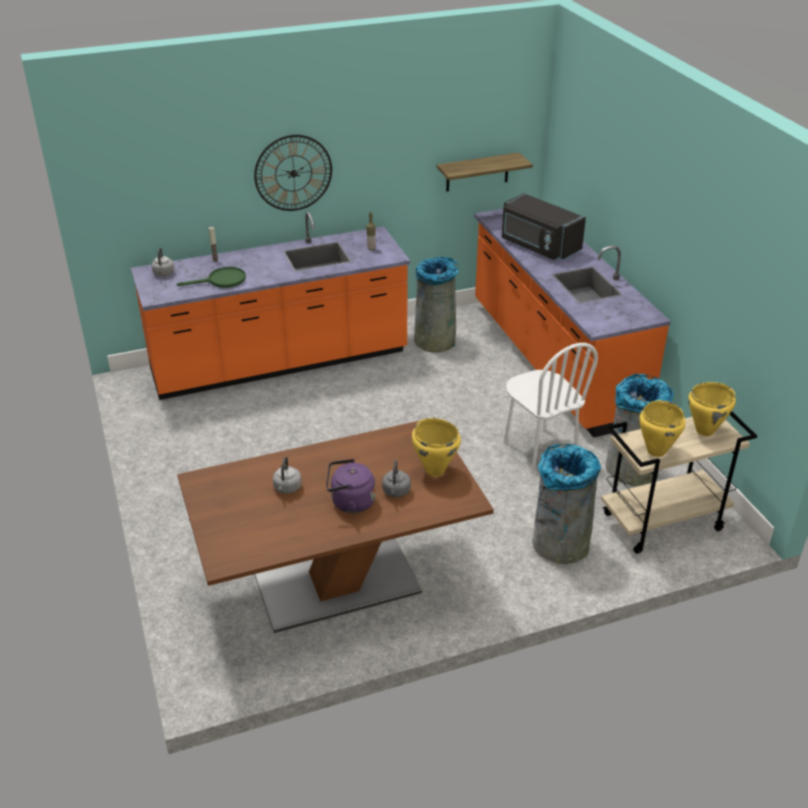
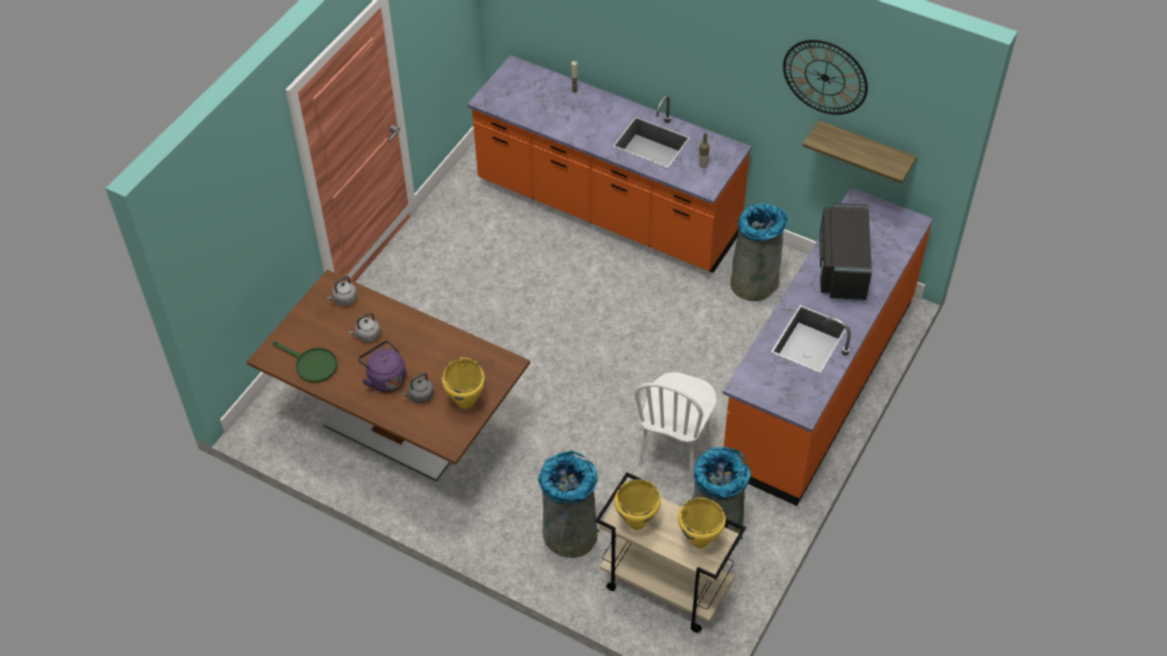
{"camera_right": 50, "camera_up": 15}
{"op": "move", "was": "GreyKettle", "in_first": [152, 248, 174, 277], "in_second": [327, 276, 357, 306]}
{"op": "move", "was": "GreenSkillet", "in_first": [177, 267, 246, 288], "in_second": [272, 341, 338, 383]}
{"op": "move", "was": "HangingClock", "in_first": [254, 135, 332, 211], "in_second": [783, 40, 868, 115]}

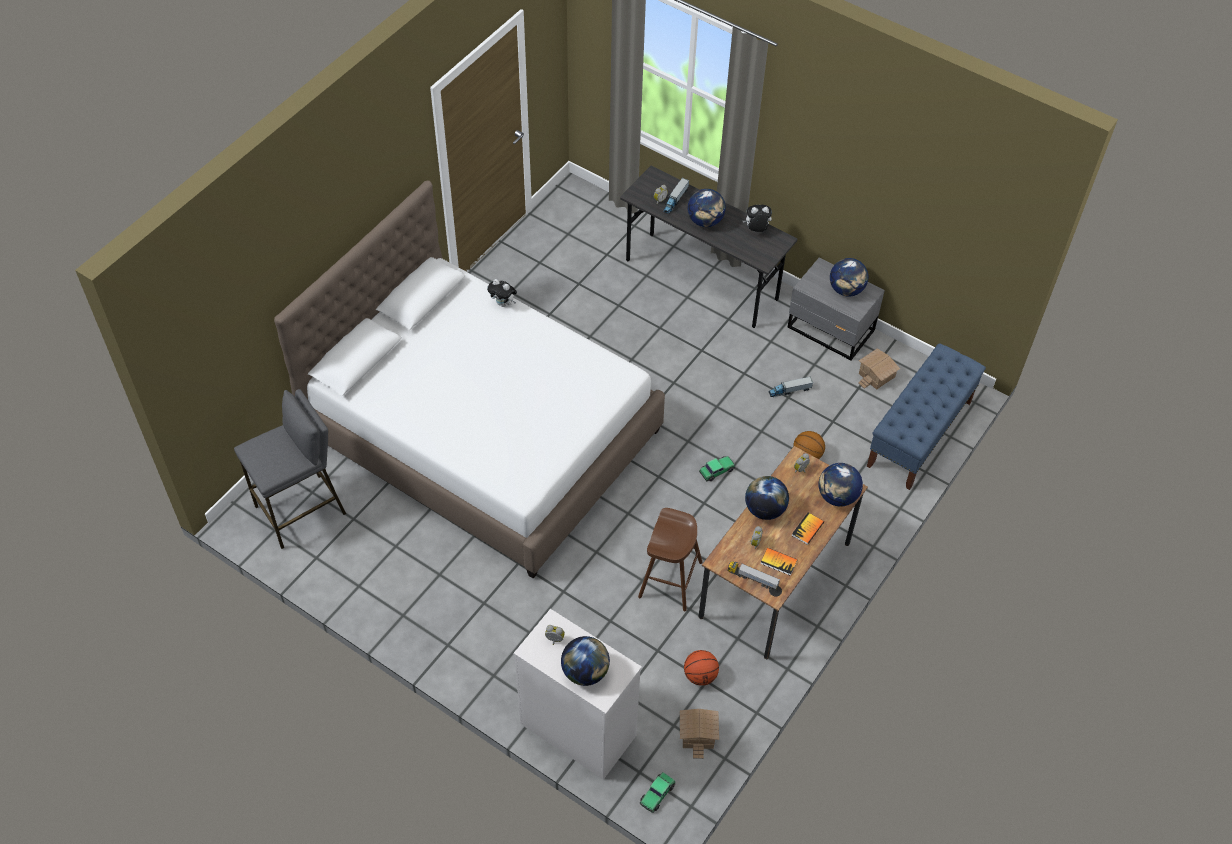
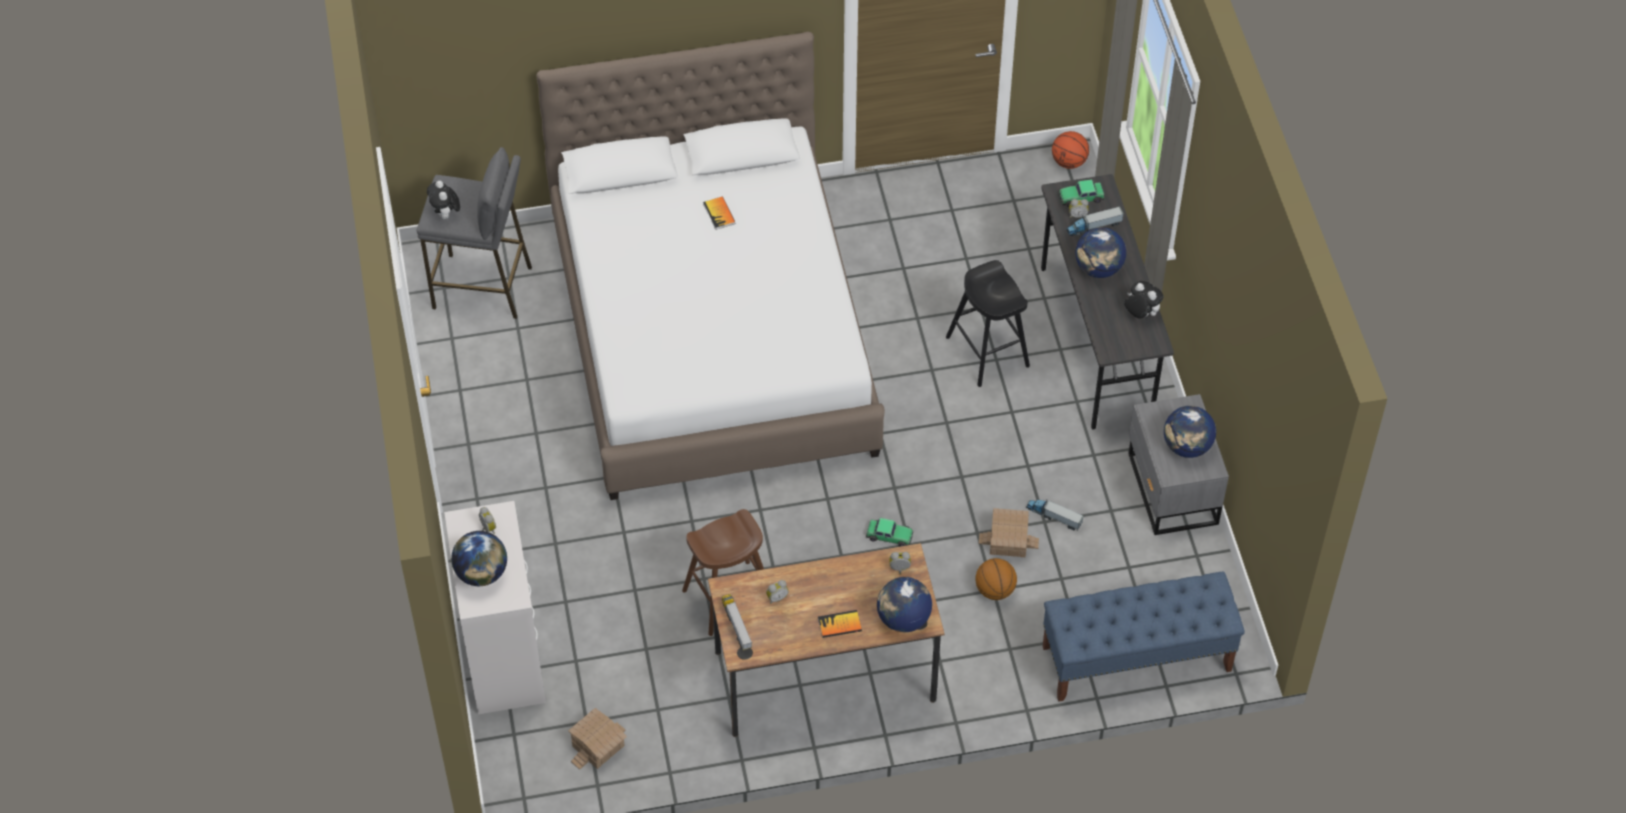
{"camera_right": 45, "camera_up": 0}
{"op": "delete", "was": "Globe", "in_first": [745, 476, 789, 520]}
{"op": "insert", "now": "BlackSittingStool", "in_second": [946, 260, 1030, 387]}
{"op": "move", "was": "CuddlyToy", "in_first": [487, 279, 517, 307], "in_second": [427, 181, 460, 219]}
{"op": "move", "was": "MiniatureCar", "in_first": [640, 772, 676, 813], "in_second": [1059, 179, 1105, 207]}
{"op": "move", "was": "BallForBasketball", "in_first": [684, 650, 719, 686], "in_second": [1052, 131, 1089, 169]}
{"op": "move", "was": "Volume", "in_first": [760, 548, 798, 576], "in_second": [703, 196, 736, 230]}
{"op": "move", "was": "MiniatureHouse", "in_first": [858, 348, 900, 390], "in_second": [979, 508, 1039, 557]}

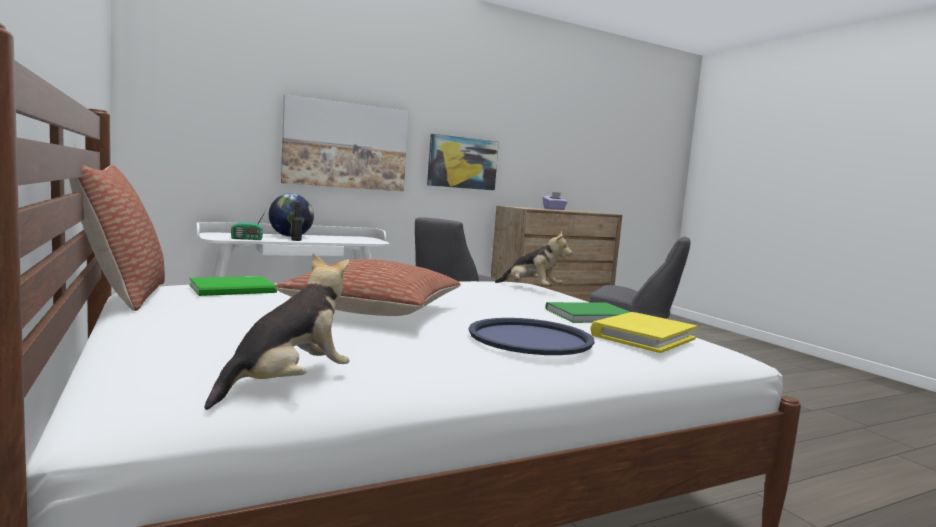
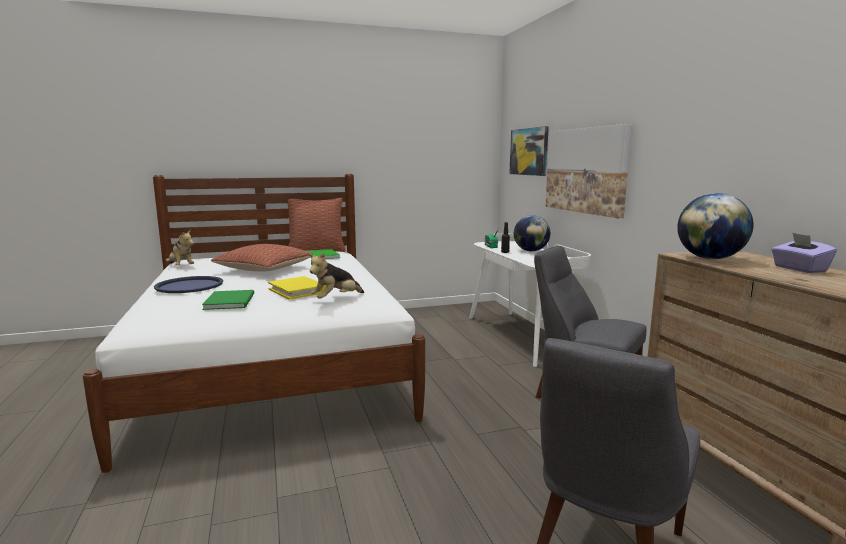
{"camera_right": 100, "camera_up": 5}
{"op": "insert", "now": "Globe", "in_second": [677, 193, 754, 259]}
{"op": "move", "was": "WallArt", "in_first": [427, 134, 499, 191], "in_second": [509, 126, 549, 176]}
{"op": "move", "was": "YellowishVolume", "in_first": [590, 312, 697, 353], "in_second": [268, 276, 326, 300]}

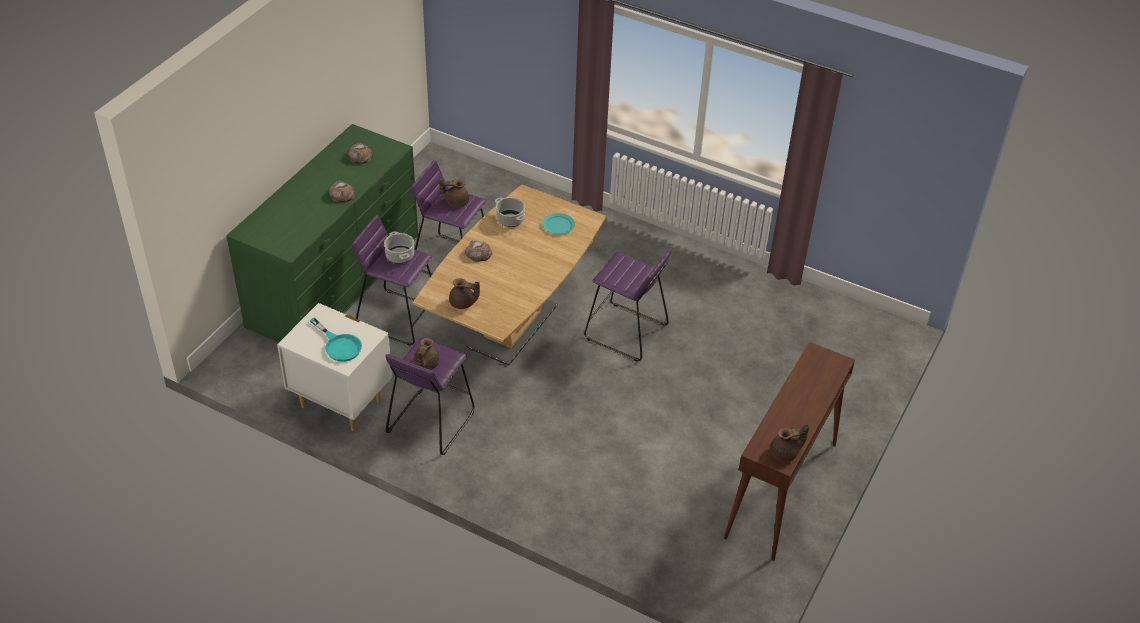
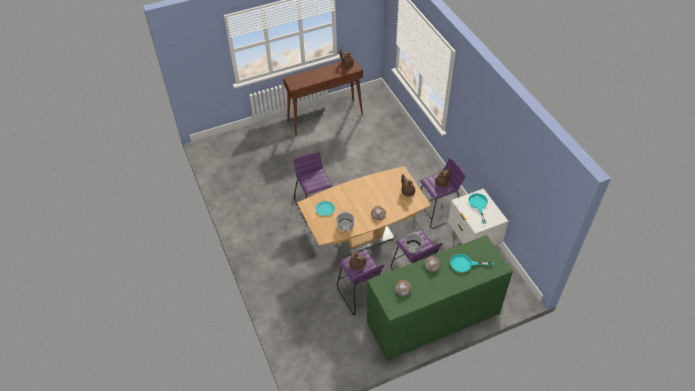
{"camera_right": -140, "camera_up": 5}
{"op": "insert", "now": "TurquoiseColouredSkillet", "in_second": [450, 254, 494, 273]}

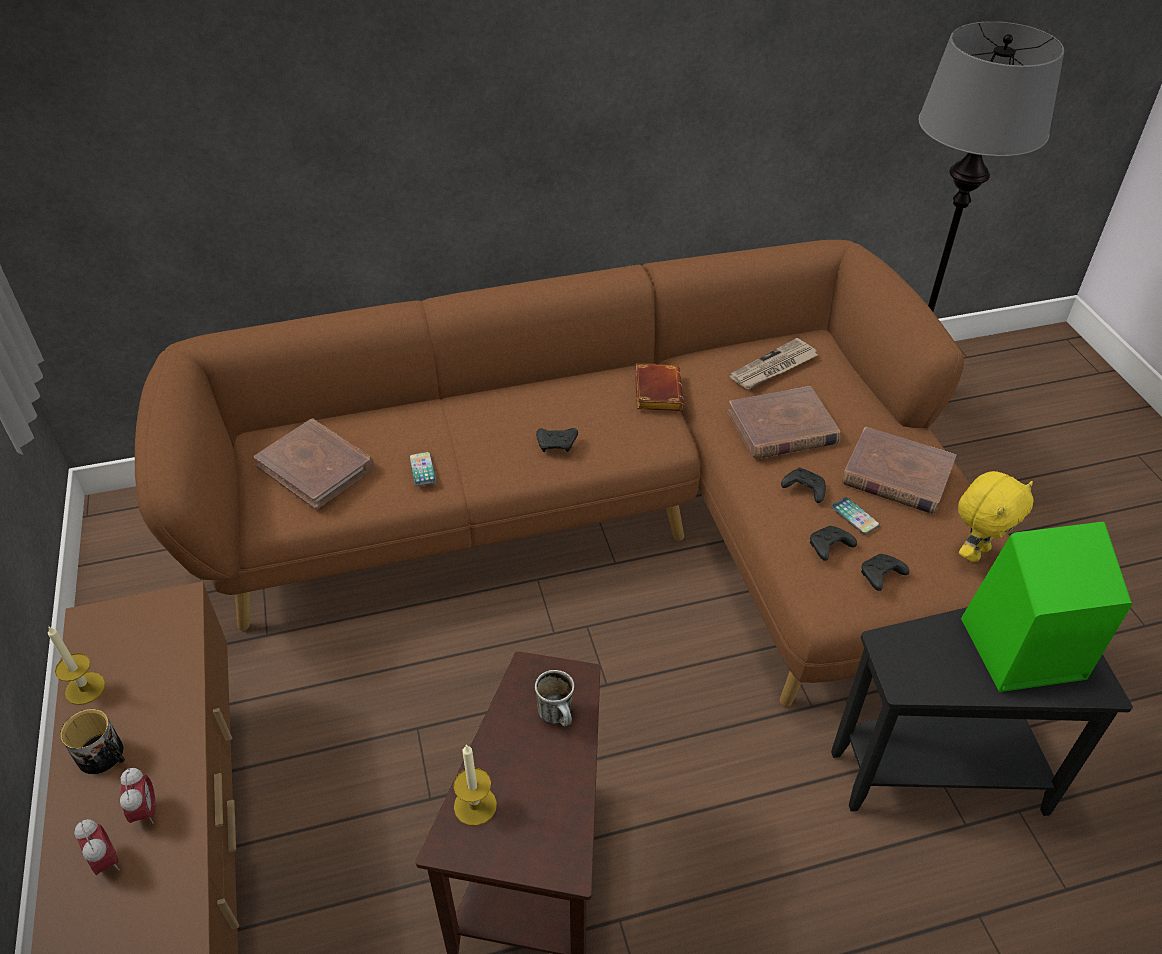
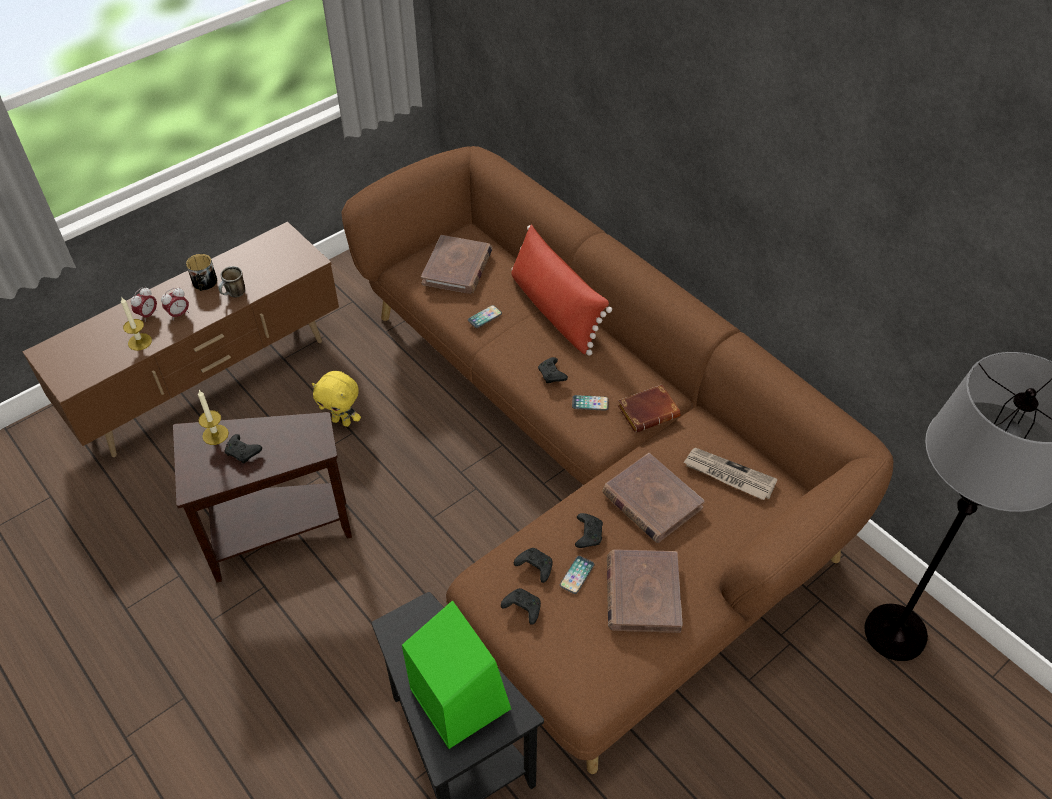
{"camera_right": 65, "camera_up": 5}
{"op": "insert", "now": "BlackJoypad", "in_second": [225, 434, 262, 464]}
{"op": "insert", "now": "RedPillow", "in_second": [511, 225, 612, 356]}
{"op": "insert", "now": "Phone", "in_second": [572, 395, 609, 411]}
{"op": "move", "was": "WaxCandle", "in_first": [48, 627, 105, 705], "in_second": [121, 298, 152, 351]}
{"op": "move", "was": "Mug", "in_first": [535, 670, 574, 727], "in_second": [218, 266, 245, 298]}
{"op": "move", "was": "YellowishCuddlyToy", "in_first": [958, 471, 1034, 562], "in_second": [312, 371, 361, 427]}

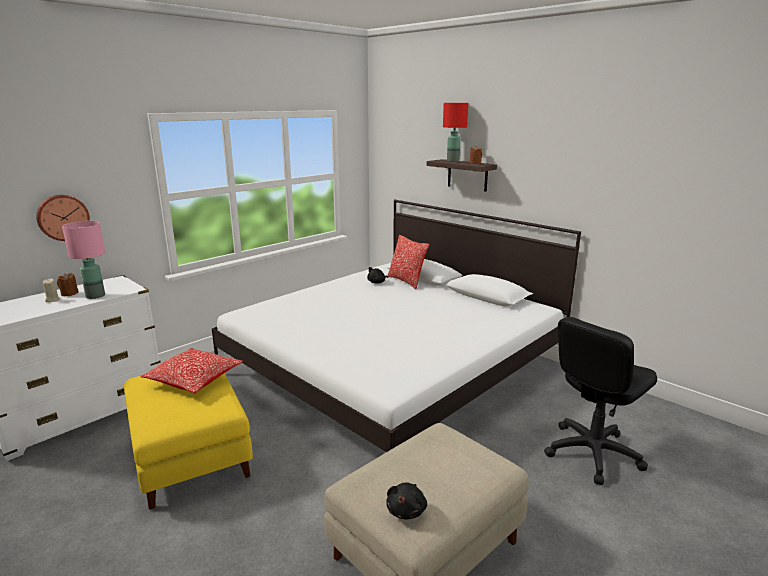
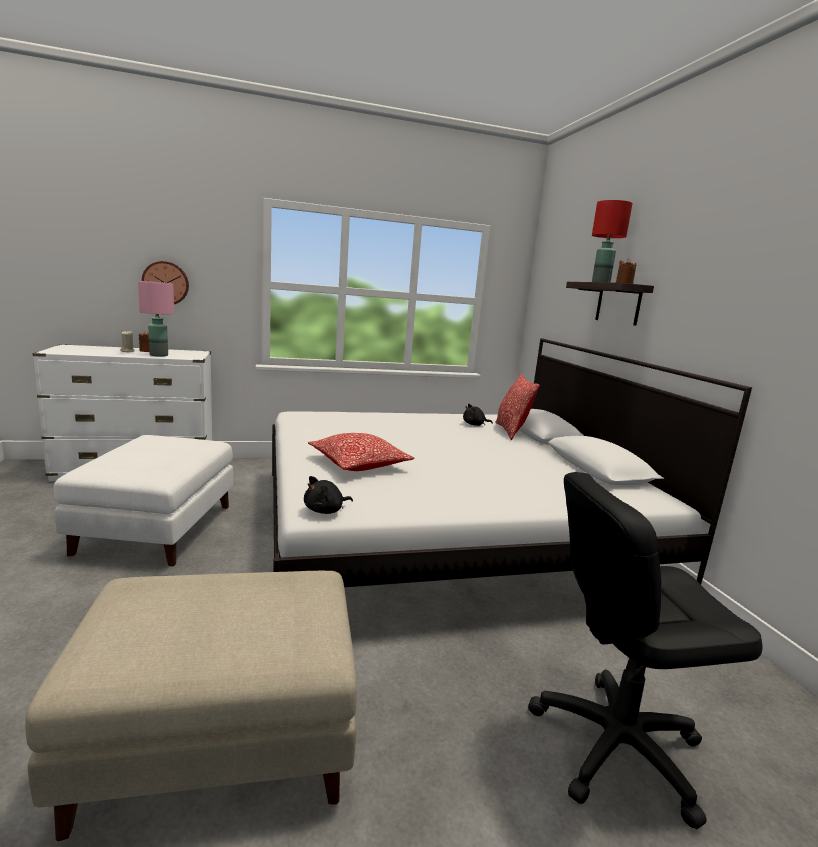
{"camera_right": 30, "camera_up": -5}
{"op": "move", "was": "Pillow", "in_first": [140, 348, 243, 394], "in_second": [308, 433, 414, 471]}
{"op": "move", "was": "BlackCuddlyToy", "in_first": [386, 483, 427, 520], "in_second": [304, 476, 353, 514]}
{"op": "recolor", "was": "YellowishPouffe", "now": "WhitishPouffe", "in_first": [124, 373, 253, 510], "in_second": [54, 435, 233, 567]}

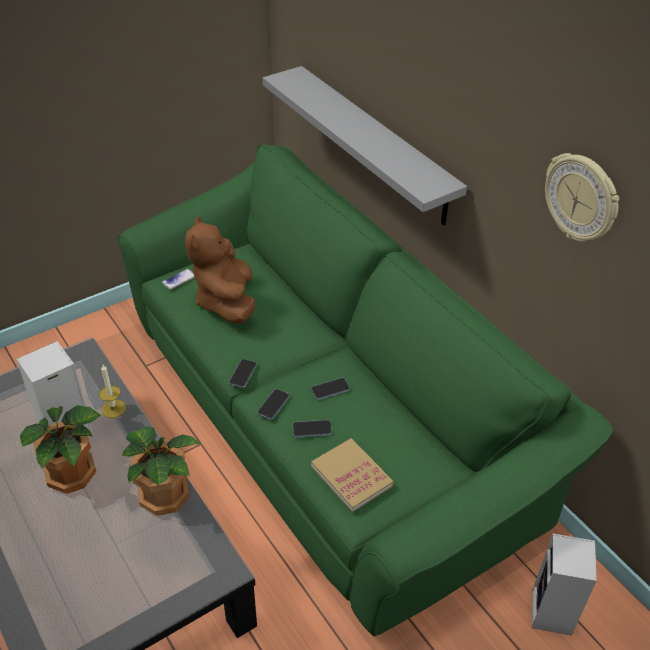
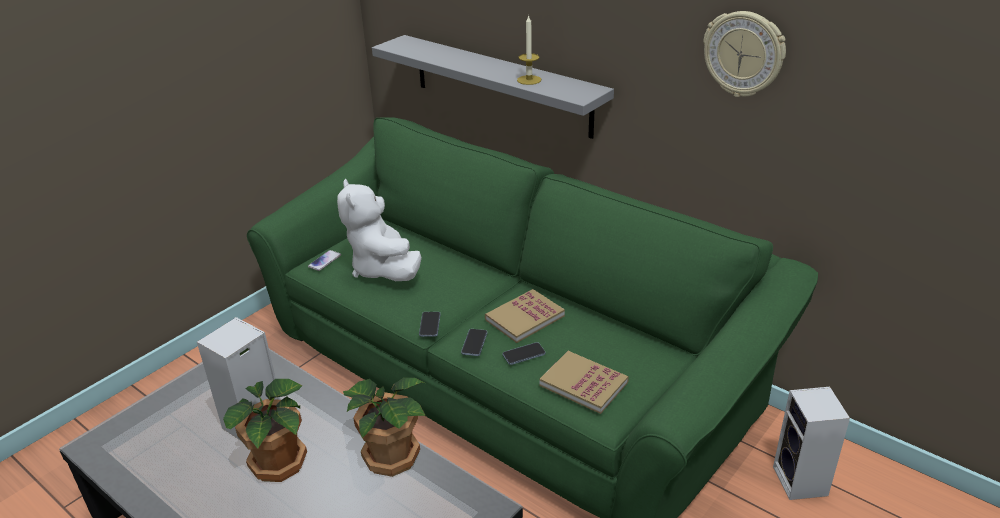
{"camera_right": -15, "camera_up": -10}
{"op": "move", "was": "WaxCandle", "in_first": [99, 365, 126, 418], "in_second": [517, 15, 541, 85]}
{"op": "replace", "was": "Phone", "now": "Volume", "in_first": [311, 378, 350, 400], "in_second": [485, 289, 565, 343]}
{"op": "recolor", "was": "BrownColouredCuddlyToy", "now": "WhitishCuddlyToy", "in_first": [185, 216, 256, 324], "in_second": [337, 179, 422, 281]}

